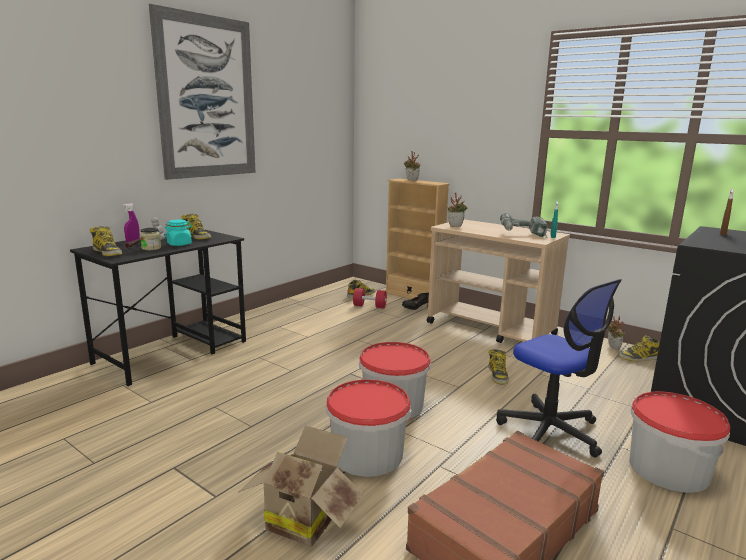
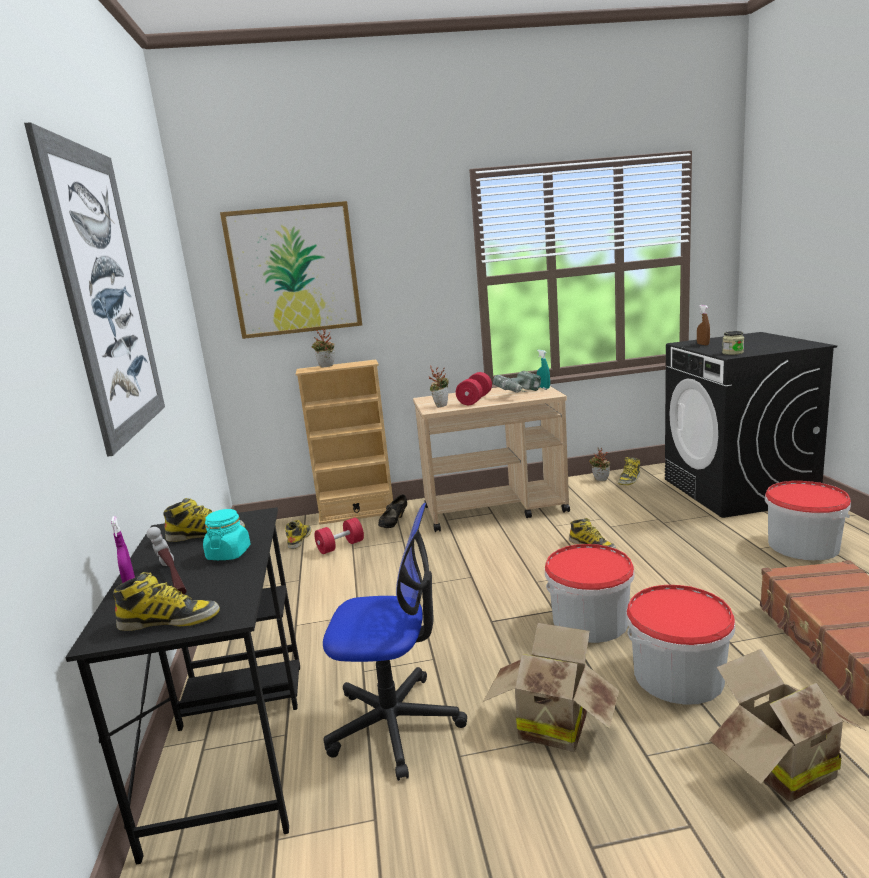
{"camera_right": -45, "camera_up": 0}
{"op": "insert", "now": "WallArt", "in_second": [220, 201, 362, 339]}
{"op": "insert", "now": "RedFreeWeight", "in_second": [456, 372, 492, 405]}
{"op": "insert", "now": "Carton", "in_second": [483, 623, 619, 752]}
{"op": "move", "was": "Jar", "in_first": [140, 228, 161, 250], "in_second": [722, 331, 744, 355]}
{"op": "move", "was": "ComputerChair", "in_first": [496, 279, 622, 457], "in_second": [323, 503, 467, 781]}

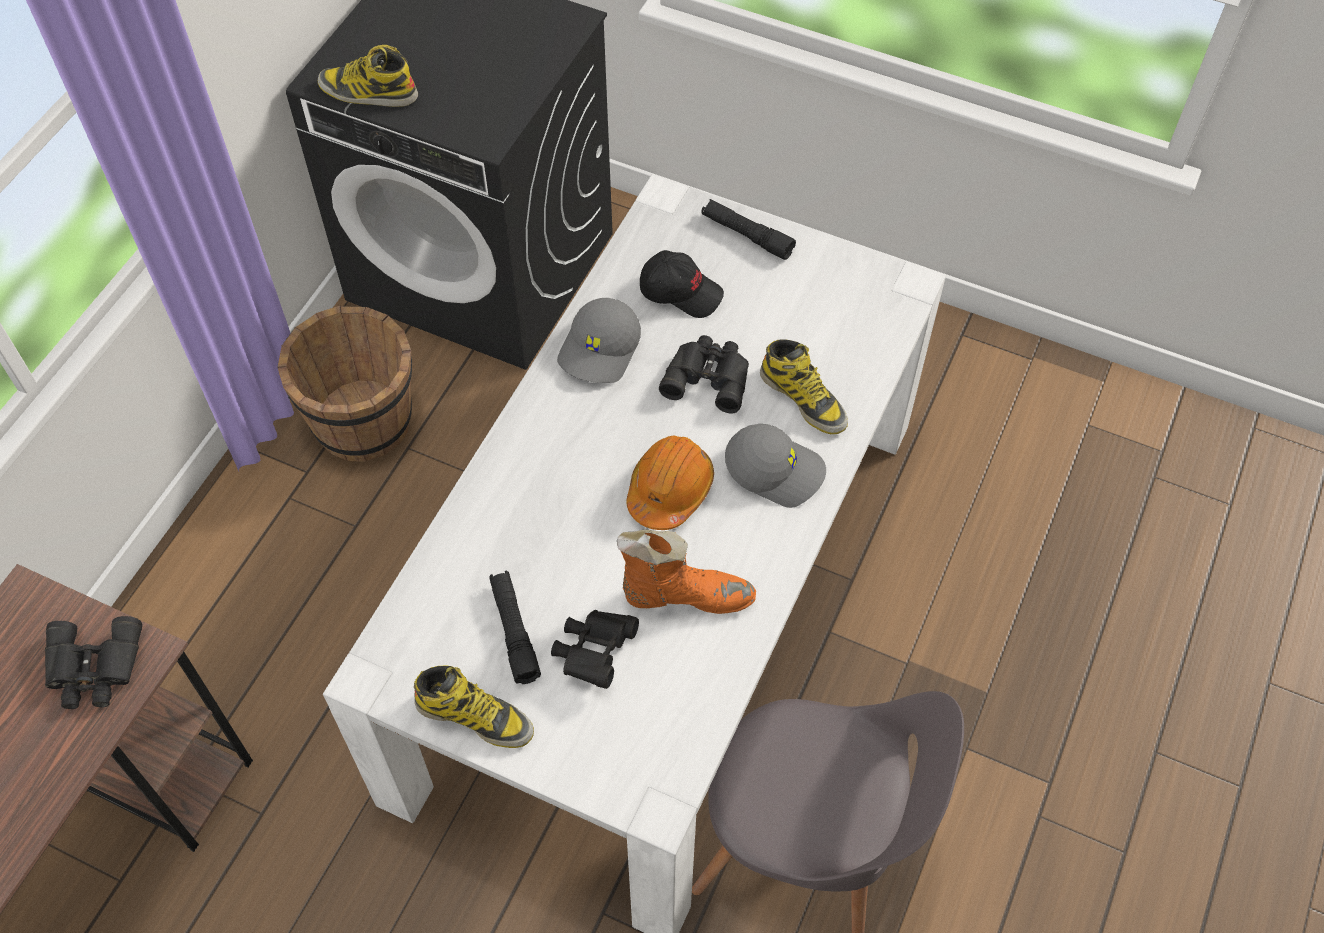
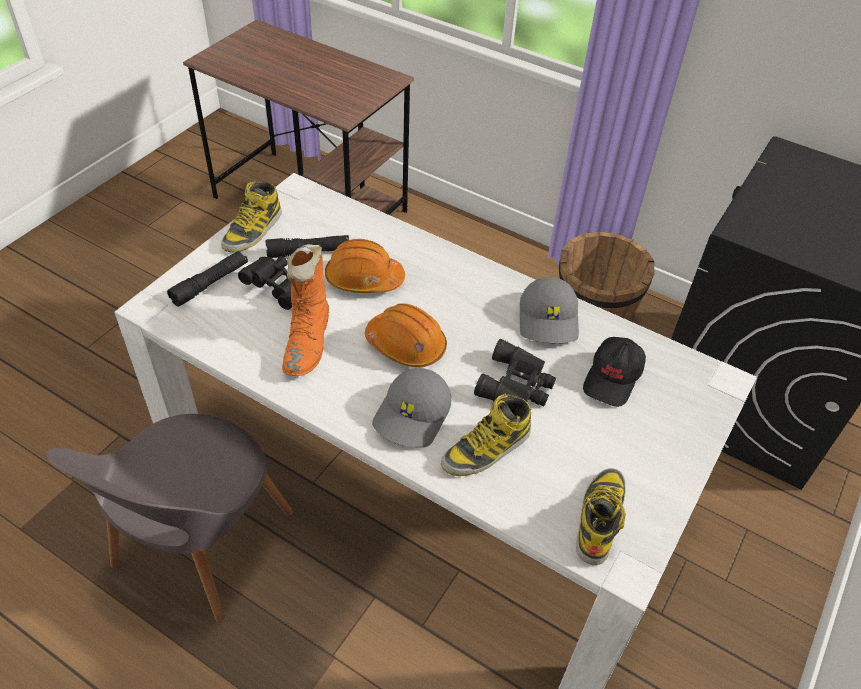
{"camera_right": 95, "camera_up": -10}
{"op": "delete", "was": "BlackBinoculars", "in_first": [45, 616, 142, 709]}
{"op": "insert", "now": "OrangeSafetyHelmet", "in_second": [325, 239, 405, 293]}
{"op": "move", "was": "Boot", "in_first": [318, 45, 418, 107], "in_second": [576, 468, 626, 565]}
{"op": "move", "was": "BlackHandTorch", "in_first": [701, 199, 796, 260], "in_second": [167, 251, 248, 307]}
{"op": "rotate", "was": "GreyPeakedCap", "in_first": [557, 298, 641, 383], "in_second": [520, 277, 579, 344], "clockwise": -120}

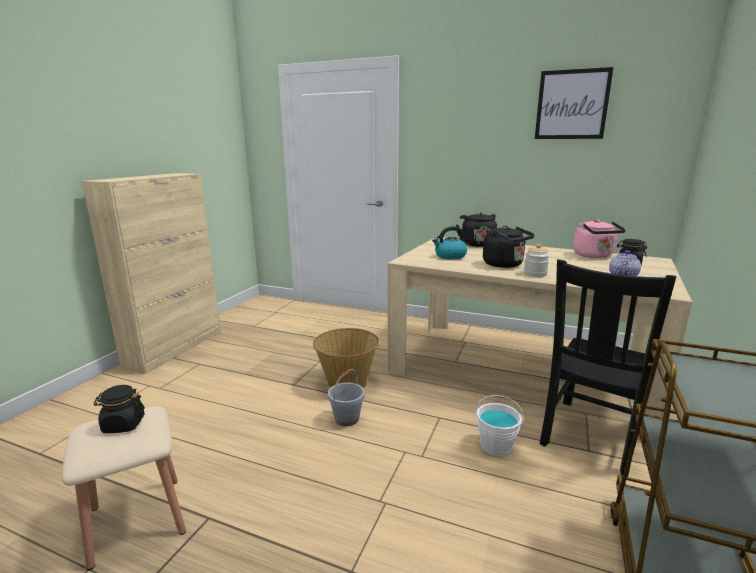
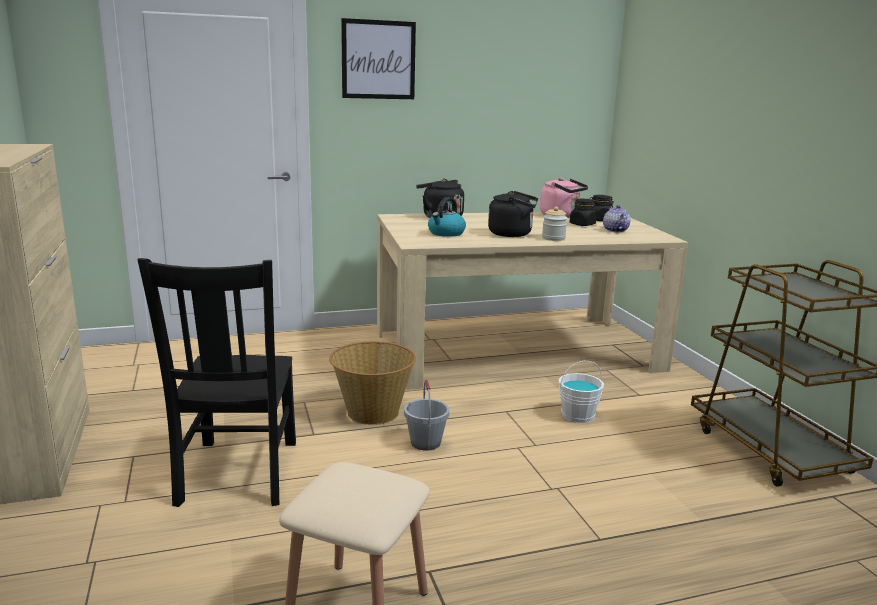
{"camera_right": -40, "camera_up": 0}
{"op": "move", "was": "BlackJar", "in_first": [94, 385, 145, 433], "in_second": [570, 199, 597, 226]}
{"op": "move", "was": "WallArt", "in_first": [535, 67, 614, 139], "in_second": [341, 18, 416, 99]}
{"op": "move", "was": "BlackPlainChair", "in_first": [540, 259, 676, 477], "in_second": [137, 258, 296, 507]}

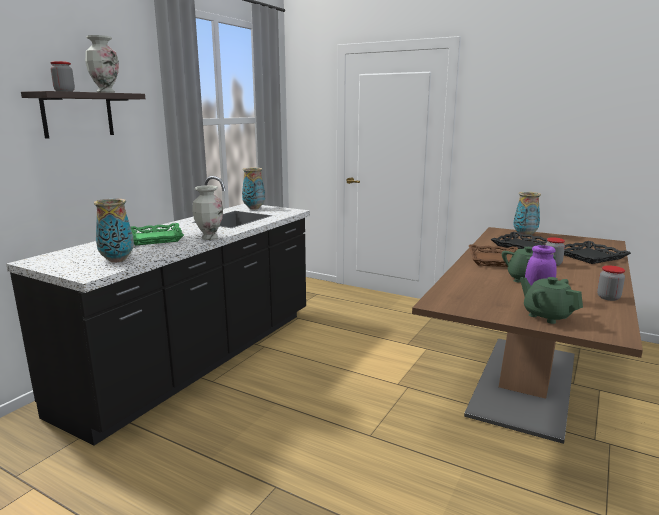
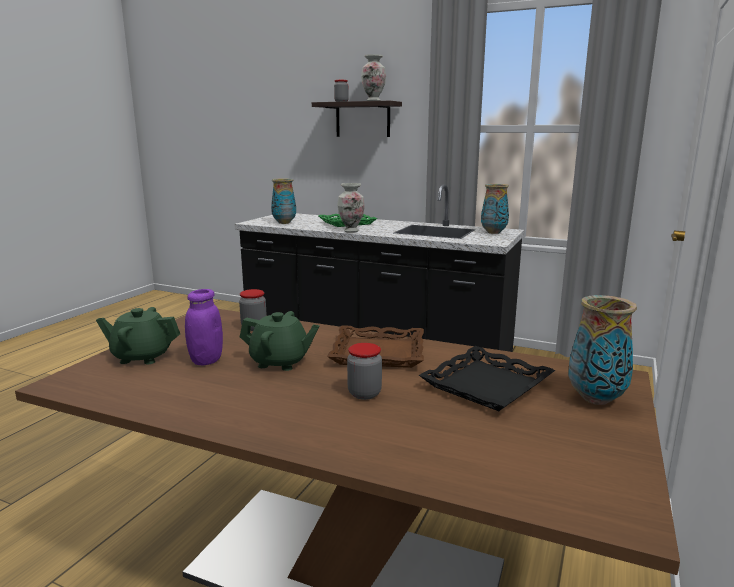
{"camera_right": 85, "camera_up": 0}
{"op": "delete", "was": "BlackTray", "in_first": [564, 241, 631, 264]}
{"op": "move", "was": "Jar", "in_first": [597, 265, 625, 301], "in_second": [239, 289, 267, 331]}
{"op": "rotate", "was": "GreenPotForTea", "in_first": [520, 277, 583, 324], "in_second": [96, 307, 180, 364], "clockwise": -135}

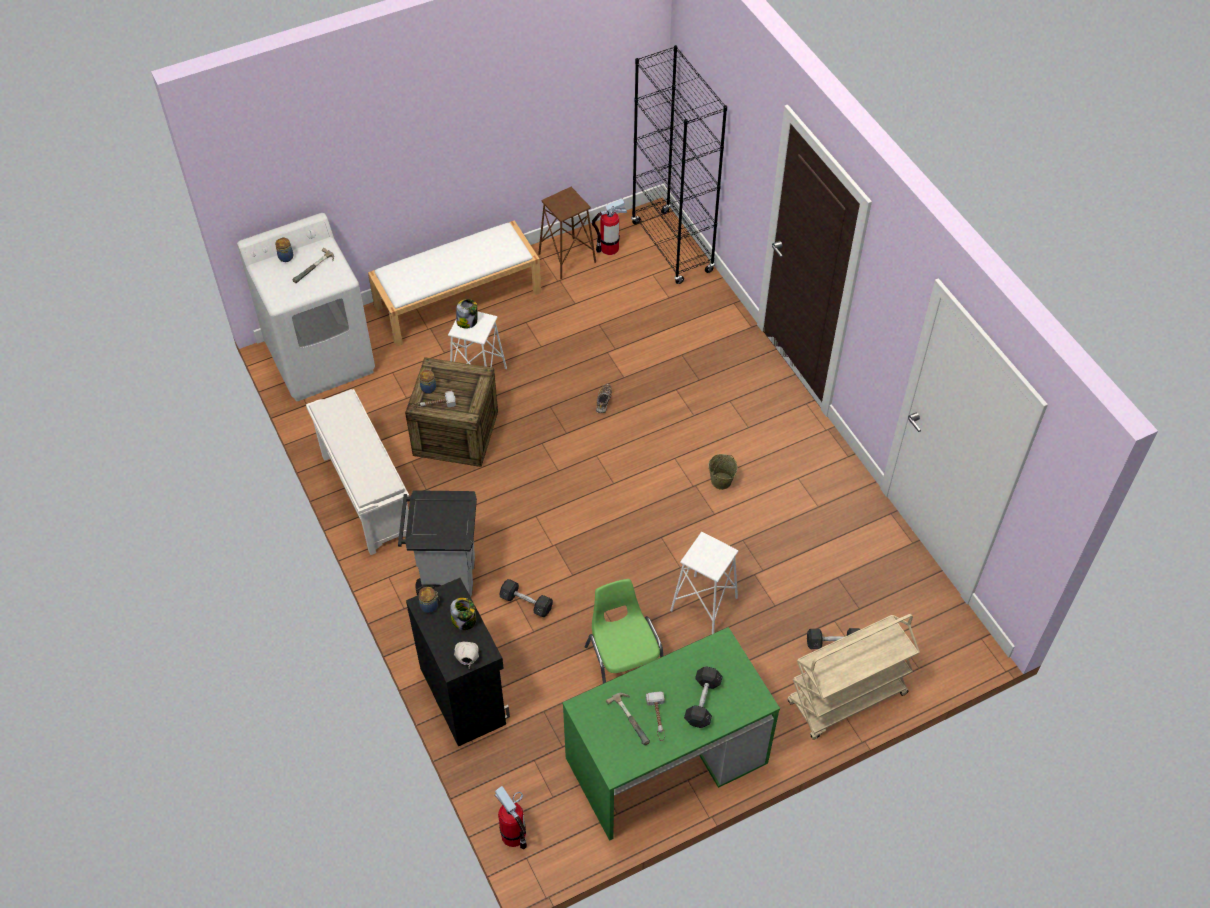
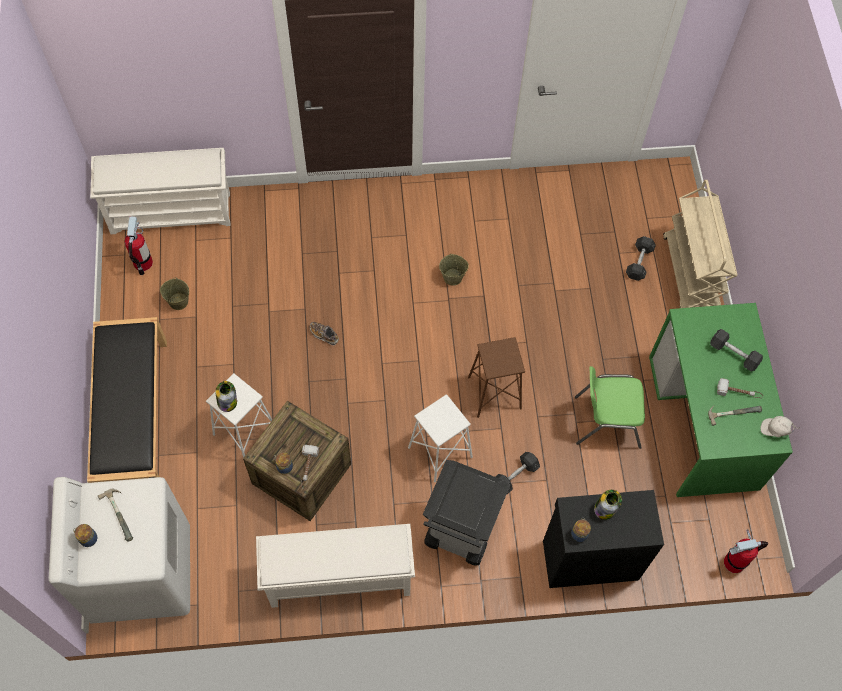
{"camera_right": -70, "camera_up": 10}
{"op": "insert", "now": "BeigeColouredBucket", "in_second": [160, 278, 189, 310]}
{"op": "move", "was": "WhitishPeakedCap", "in_first": [454, 642, 479, 669], "in_second": [760, 416, 800, 437]}
{"op": "move", "was": "BrownColouredSittingStool", "in_first": [538, 187, 596, 279], "in_second": [468, 337, 525, 418]}
{"op": "move", "was": "WhitishSittingStool", "in_first": [670, 532, 739, 634], "in_second": [408, 394, 473, 482]}
{"op": "replace", "was": "BlackBookcase", "now": "WhitishShoeStand", "in_first": [631, 45, 727, 284], "in_second": [90, 148, 231, 234]}
{"op": "recolor", "was": "WhitishLongSeat", "now": "BlackLongSeat", "in_first": [368, 220, 541, 347], "in_second": [87, 317, 167, 483]}

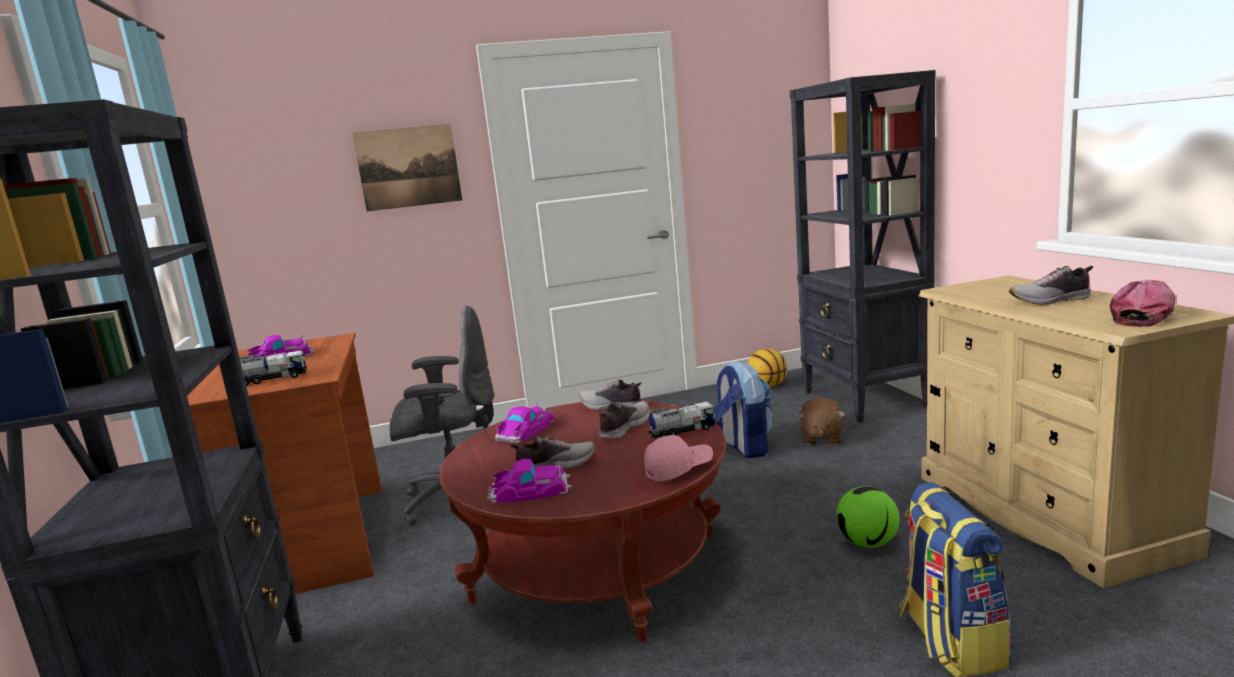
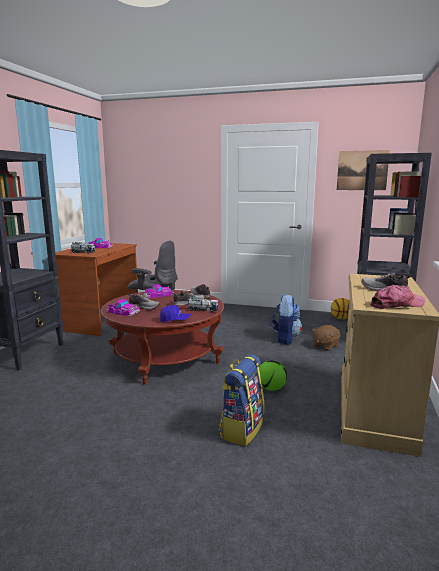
{"camera_right": 30, "camera_up": 0}
{"op": "move", "was": "WallArt", "in_first": [352, 124, 462, 211], "in_second": [337, 150, 390, 190]}
{"op": "recolor", "was": "PinkPeakedCap", "now": "BluePeakedCap", "in_first": [644, 435, 713, 482], "in_second": [160, 305, 191, 322]}

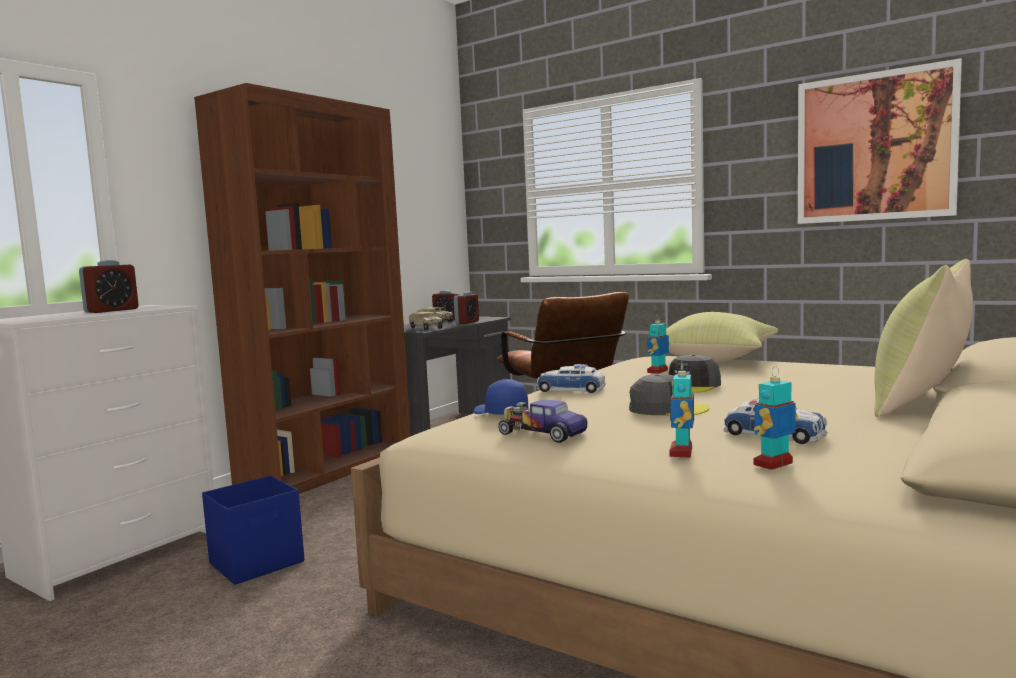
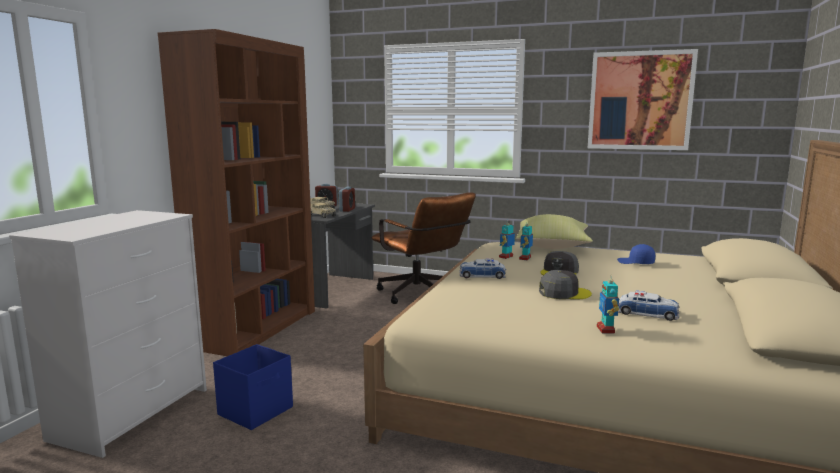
{"camera_right": -15, "camera_up": 5}
{"op": "delete", "was": "AlarmClock", "in_first": [79, 260, 139, 313]}
{"op": "delete", "was": "MiniatureCar", "in_first": [498, 399, 588, 443]}
{"op": "delete", "was": "YellowishPillow", "in_first": [874, 259, 973, 417]}
{"op": "move", "was": "BluePeakedCap", "in_first": [473, 379, 528, 415], "in_second": [617, 244, 655, 264]}
{"op": "move", "was": "ToyRobot", "in_first": [753, 366, 798, 470], "in_second": [499, 219, 516, 259]}

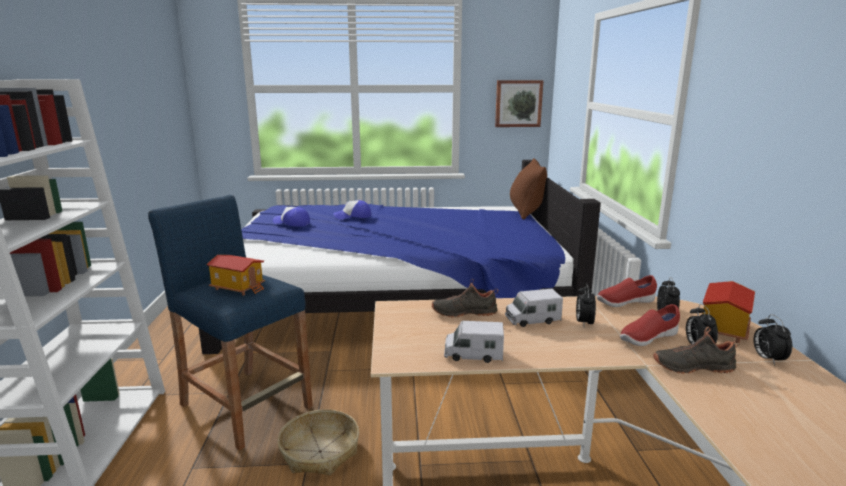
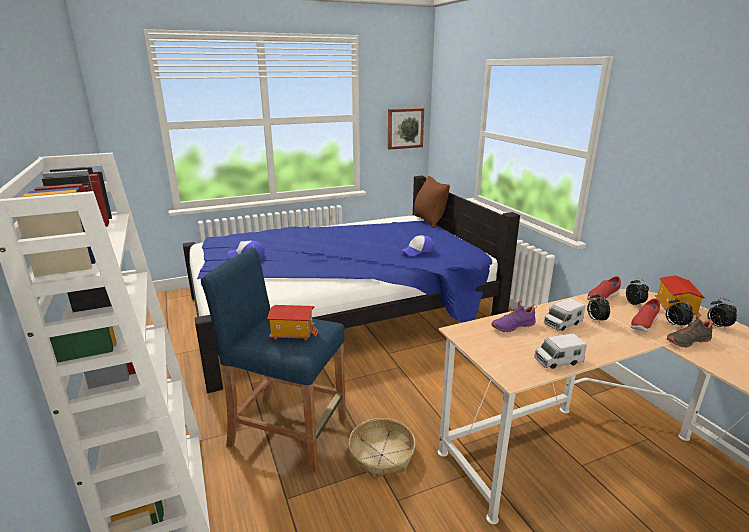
{"camera_right": -20, "camera_up": 5}
{"op": "move", "was": "PeakedCap", "in_first": [333, 200, 371, 219], "in_second": [401, 235, 434, 256]}
{"op": "recolor", "was": "BlackItemOfFootwear", "now": "PurpleColouredItemOfFootwear", "in_first": [432, 279, 498, 317], "in_second": [491, 300, 537, 333]}

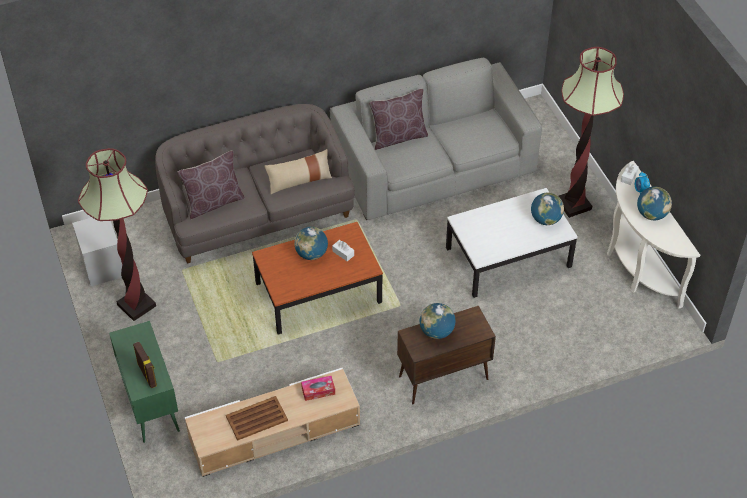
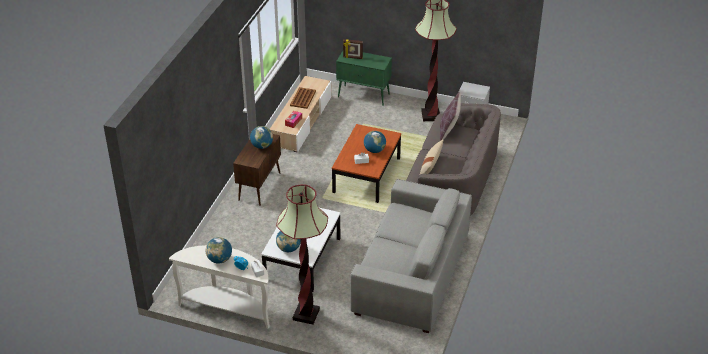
{"camera_right": 130, "camera_up": -10}
{"op": "delete", "was": "BrownColouredPillow", "in_first": [369, 89, 428, 150]}

